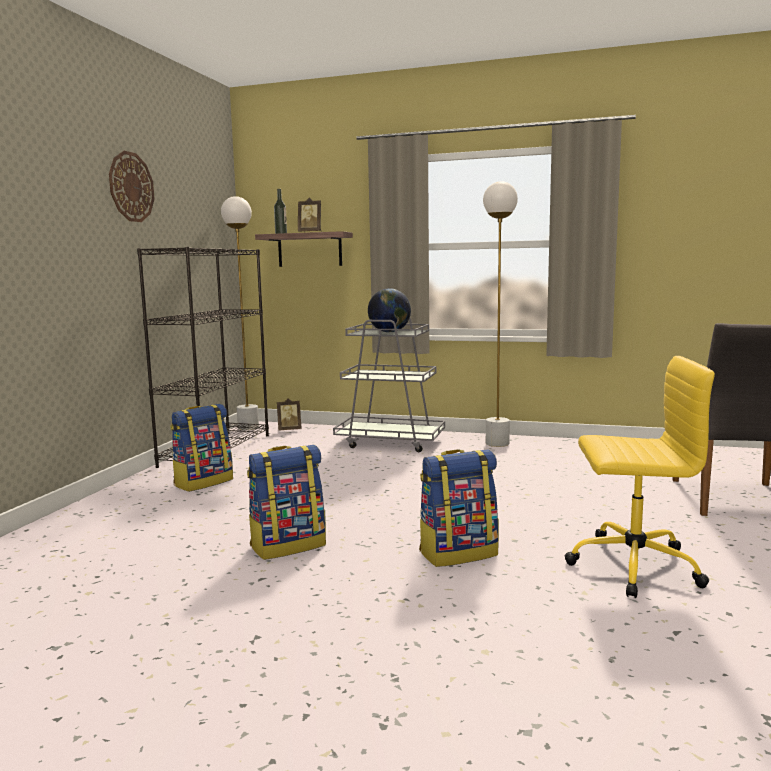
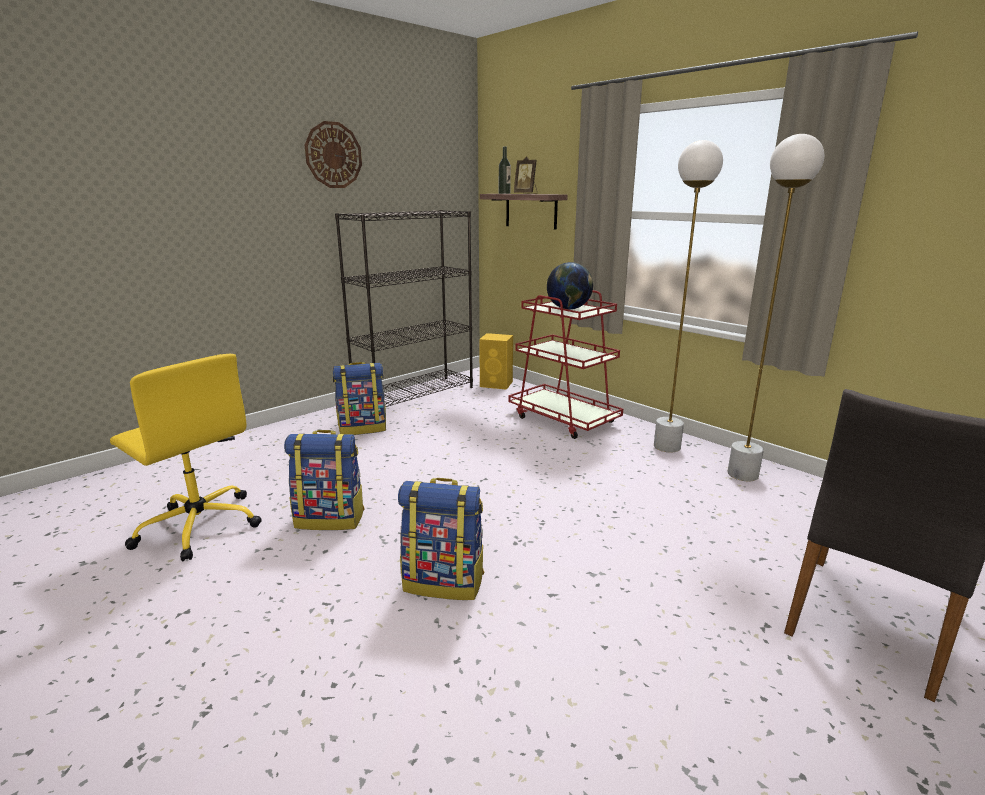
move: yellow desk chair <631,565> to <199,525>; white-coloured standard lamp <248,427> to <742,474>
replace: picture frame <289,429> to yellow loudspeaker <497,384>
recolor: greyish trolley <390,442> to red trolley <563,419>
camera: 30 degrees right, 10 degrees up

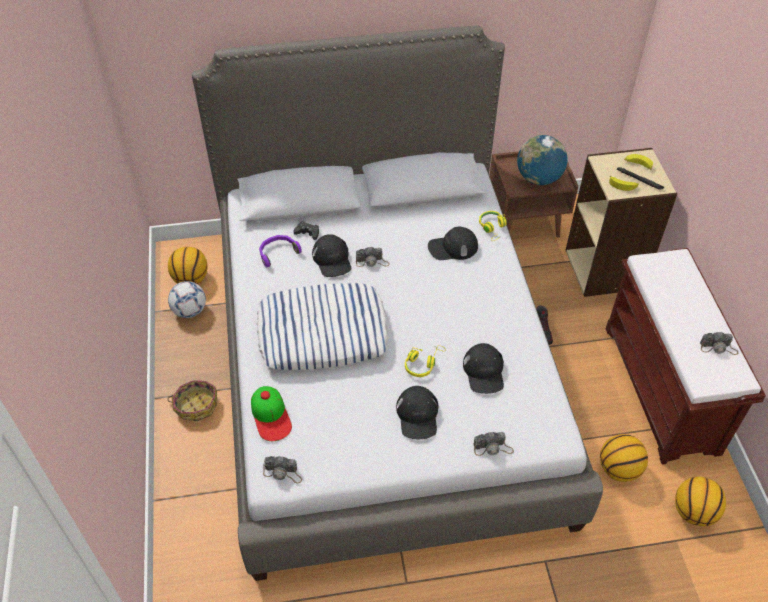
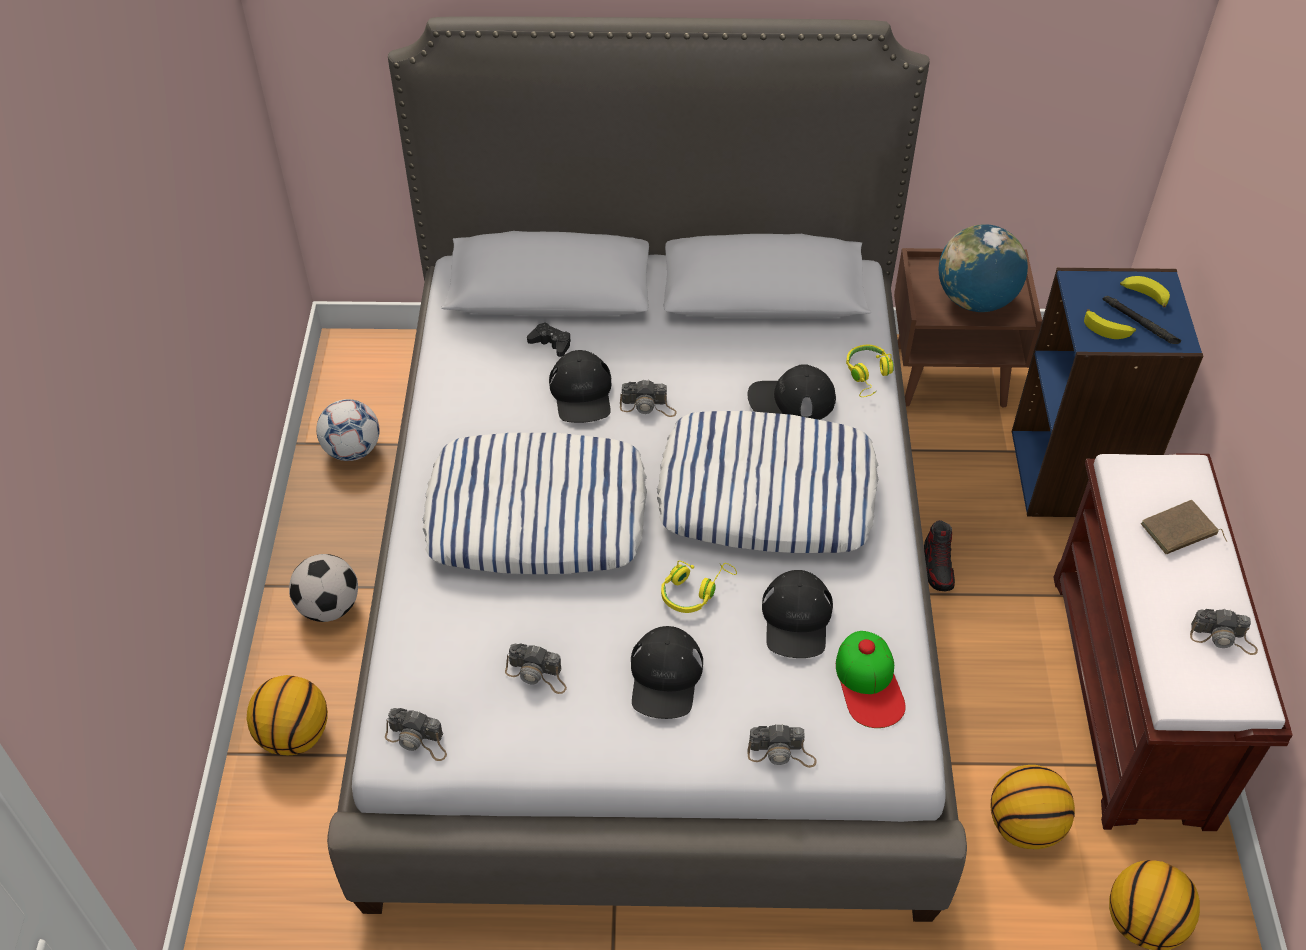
delete: purple headset <278,253>
insert: still camera <537,674>; cushion <767,493>; brown book <1179,532>
move: basketball ball <191,279> to <295,735>; peaked cap <271,416> to <869,683>
replace: household basket <196,405> to football <329,607>
recolor: beige-coloured shelving unit <605,269> to bluish shelving unit <1075,473>
camera: 10 degrees right, 0 degrees up

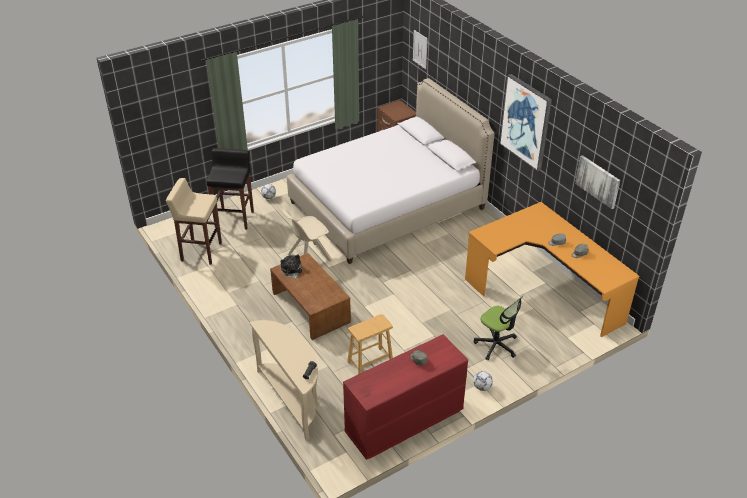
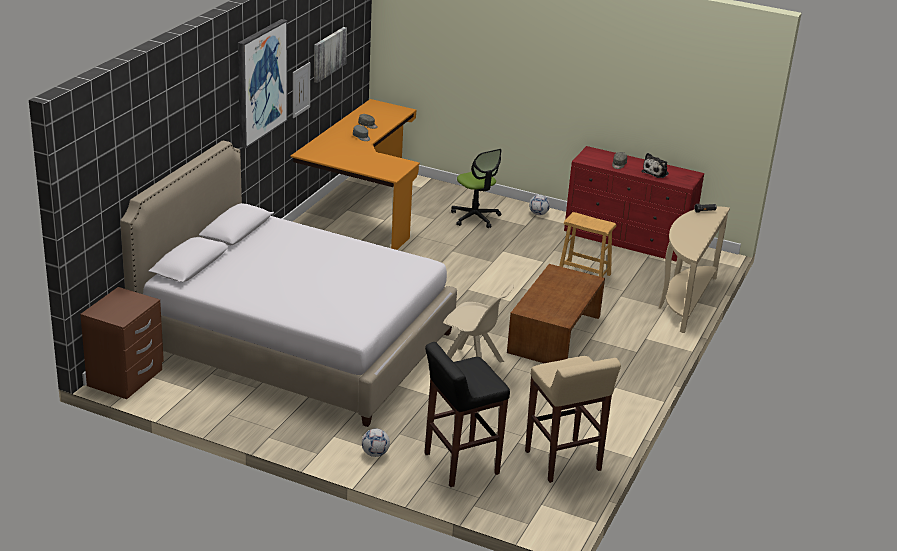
move: picture <420,49> to <301,90>; plush toy <291,270> to <656,172>
rotate: desk chair <496,345> = <475,217> 135 degrees clockwise
camera: 125 degrees left, 10 degrees down

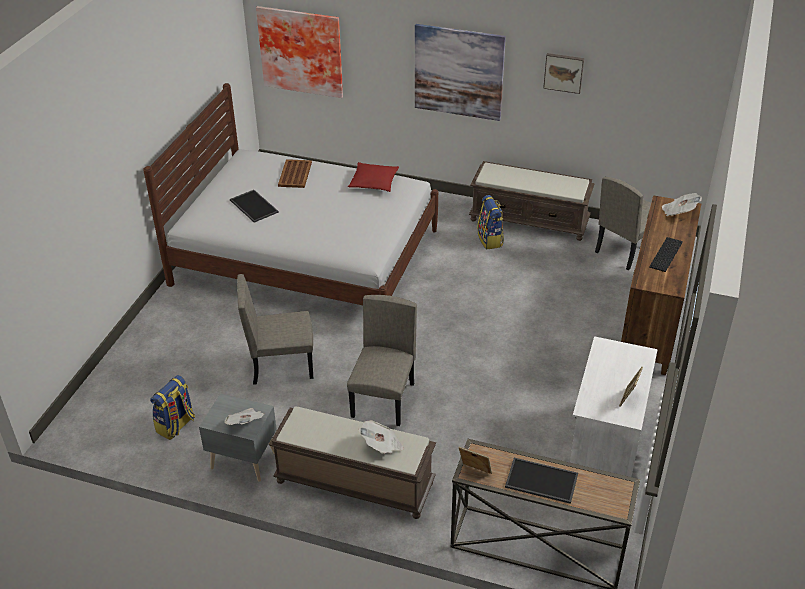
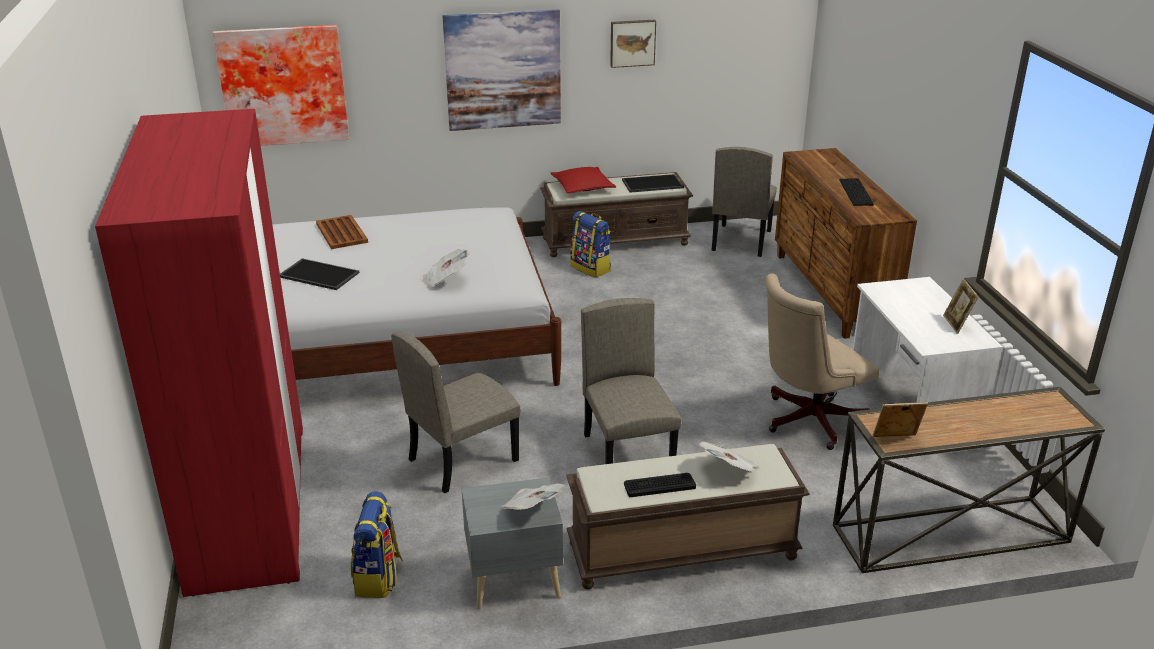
insert: red wardrobe <249,504>; computer keyboard <659,485>; beige-coloured desk chair <807,421>
move: printed paper <679,212> to <444,279>; red cushion <374,182> to <582,187>; tray <540,481> to <652,184>
camera: 30 degrees left, 10 degrees down

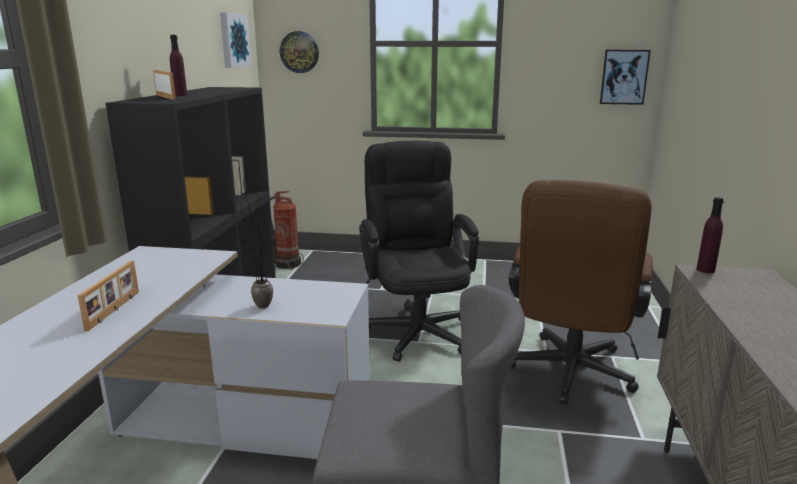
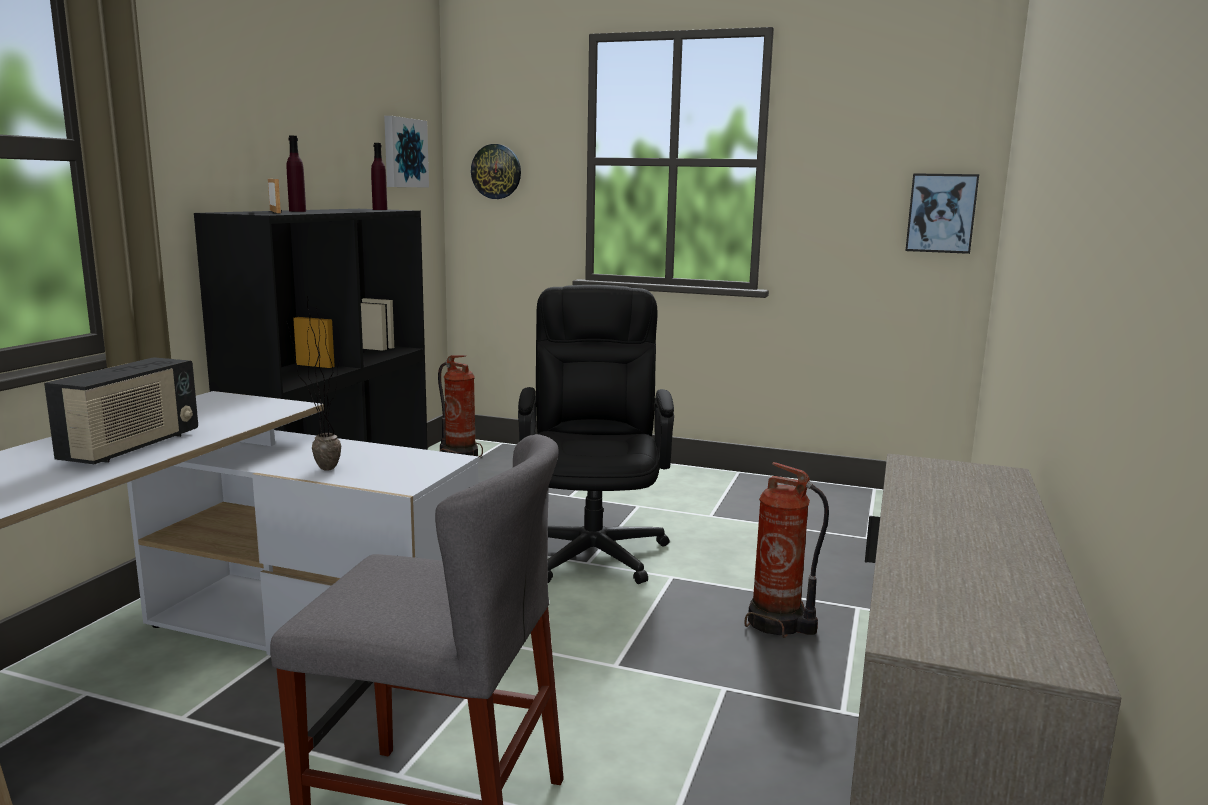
move: purple beverage bottle <705,270> to <380,209>
replace: picture frame <115,310> to radio <132,447>; brown desk chair <569,376> to fire extinguisher <778,624>
camera: 10 degrees right, 5 degrees down

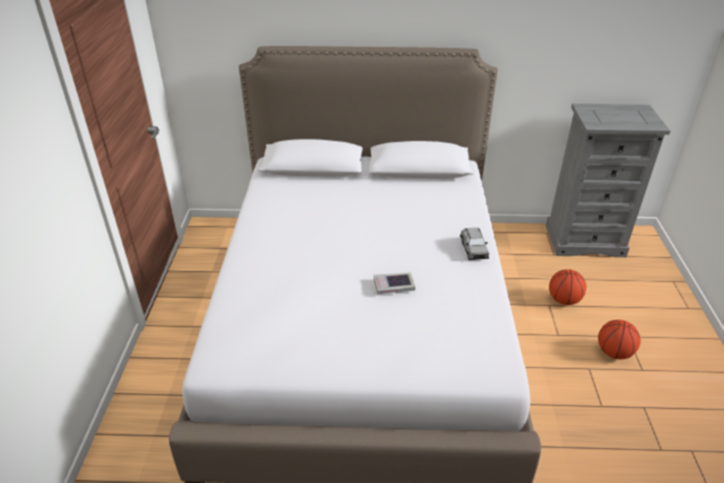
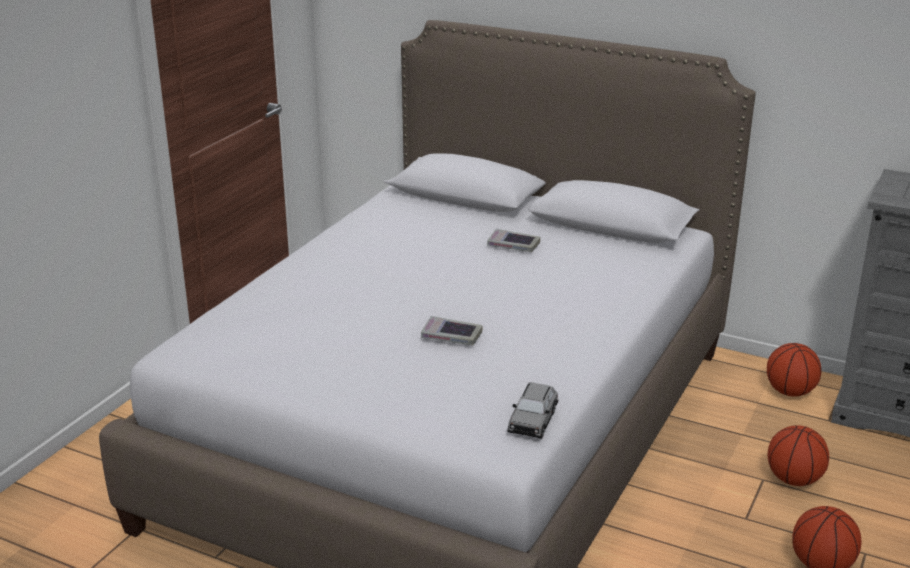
insert: book <513,245>; basketball ball <789,392>
move: greyish miniature car <473,249> to <533,421>
camera: 25 degrees right, 10 degrees down

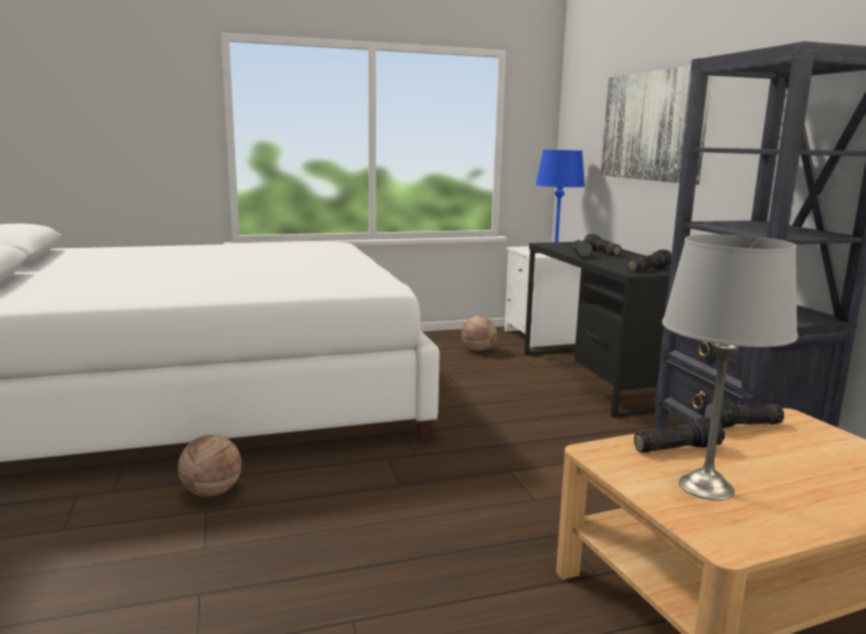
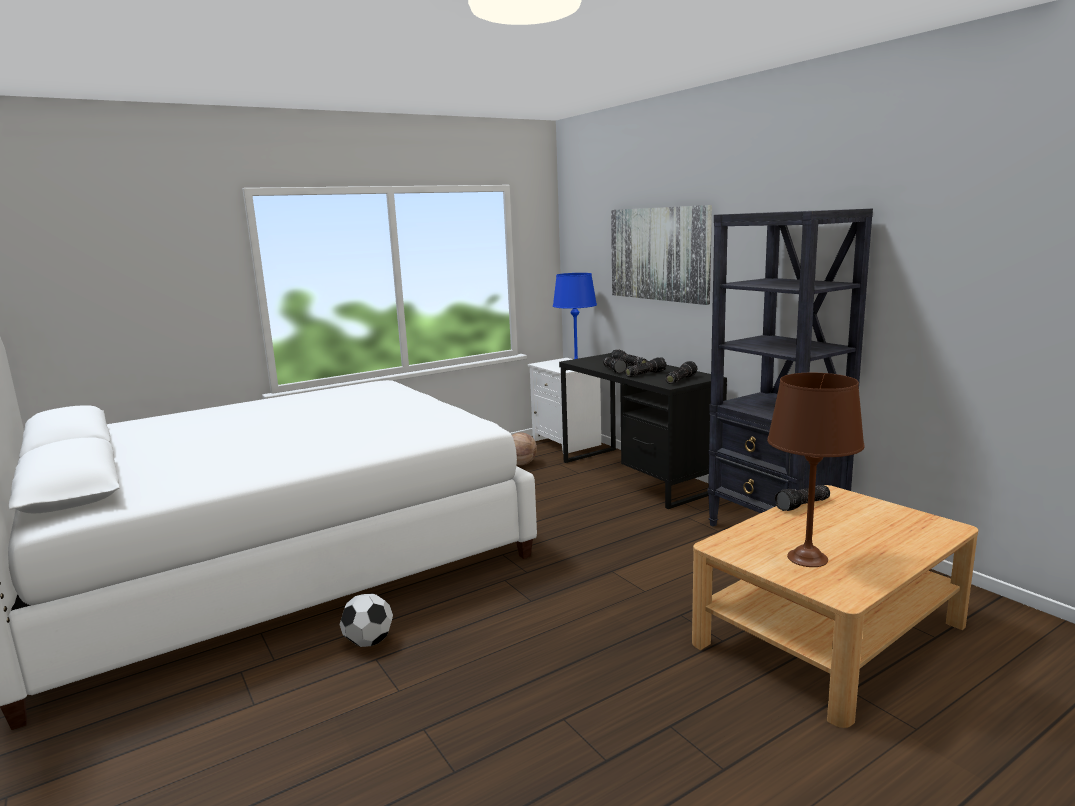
move: torch <676,448> to <645,374>
replace: basketball ball <211,492> to football <369,642>
recolor: greyish table lamp <705,486> to brown table lamp <806,558>
camera: 15 degrees left, 0 degrees up

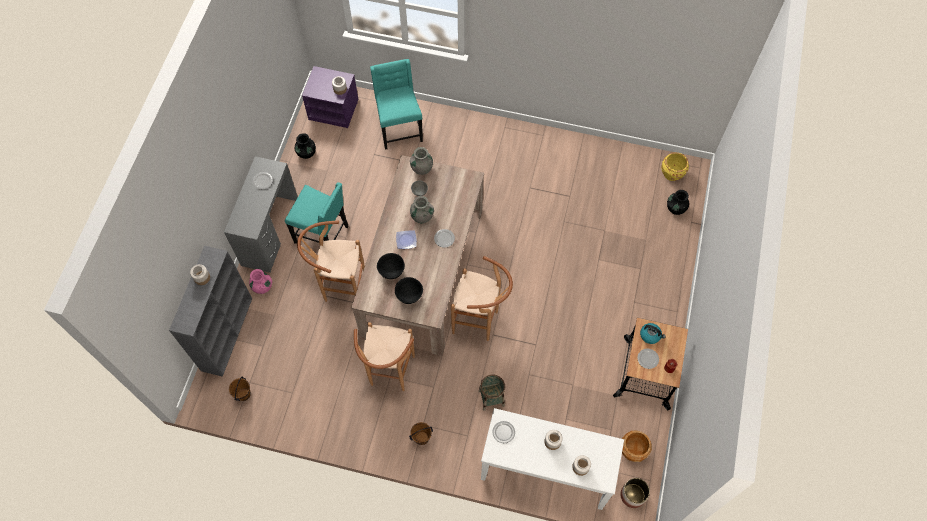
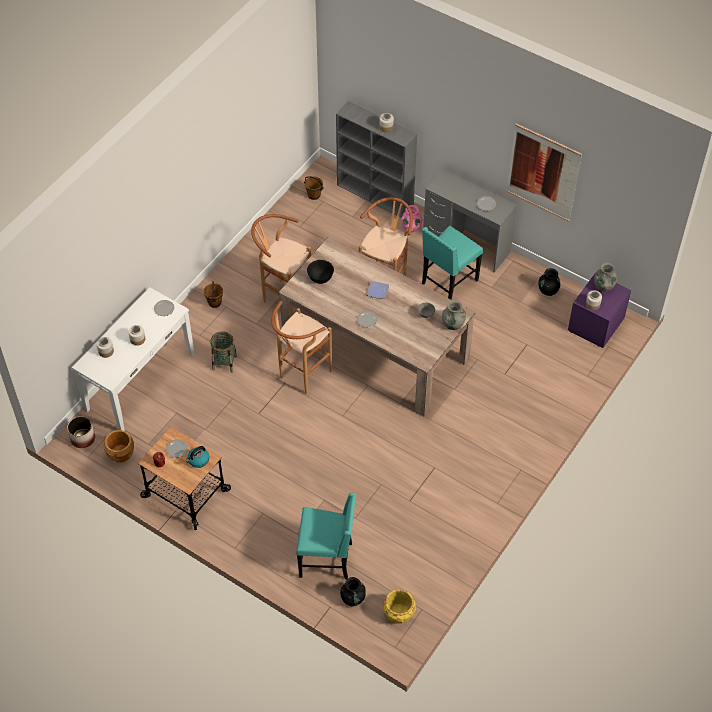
delete: black-coloured deep dish <392,271>
insert: picture <543,172>
move: turquoise-coloured chair <399,128> to <327,559>; greyish decorative vase <422,216> to <603,286>
camera: 110 degrees right, 10 degrees down

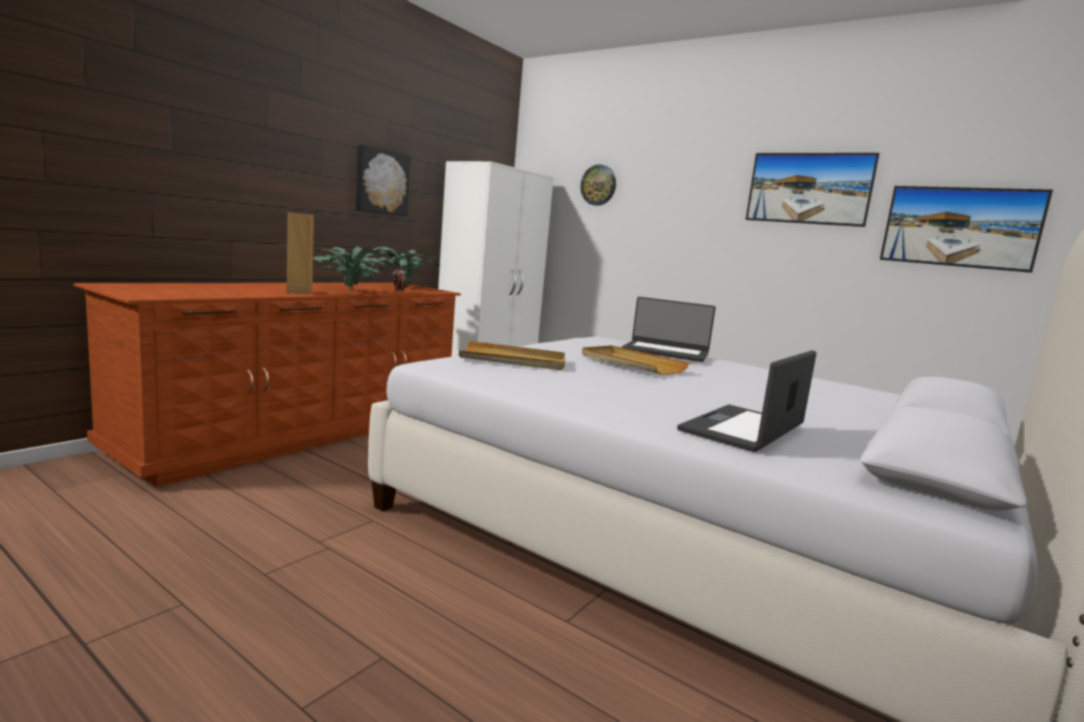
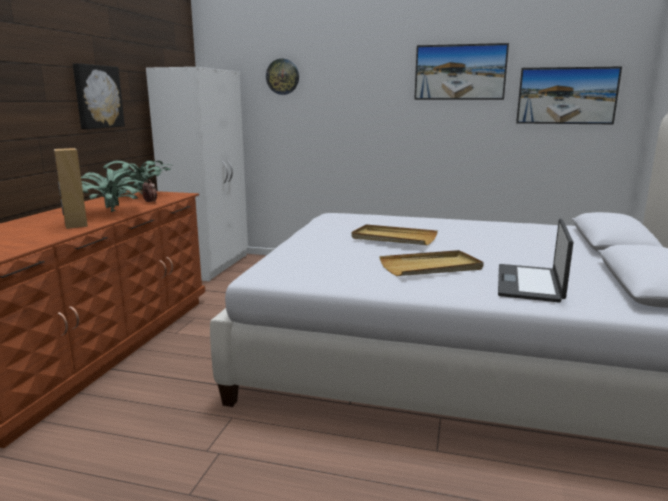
delete: laptop <665,352>
move: beige-coloured tray <513,360> to <431,267>
camera: 20 degrees left, 5 degrees up

